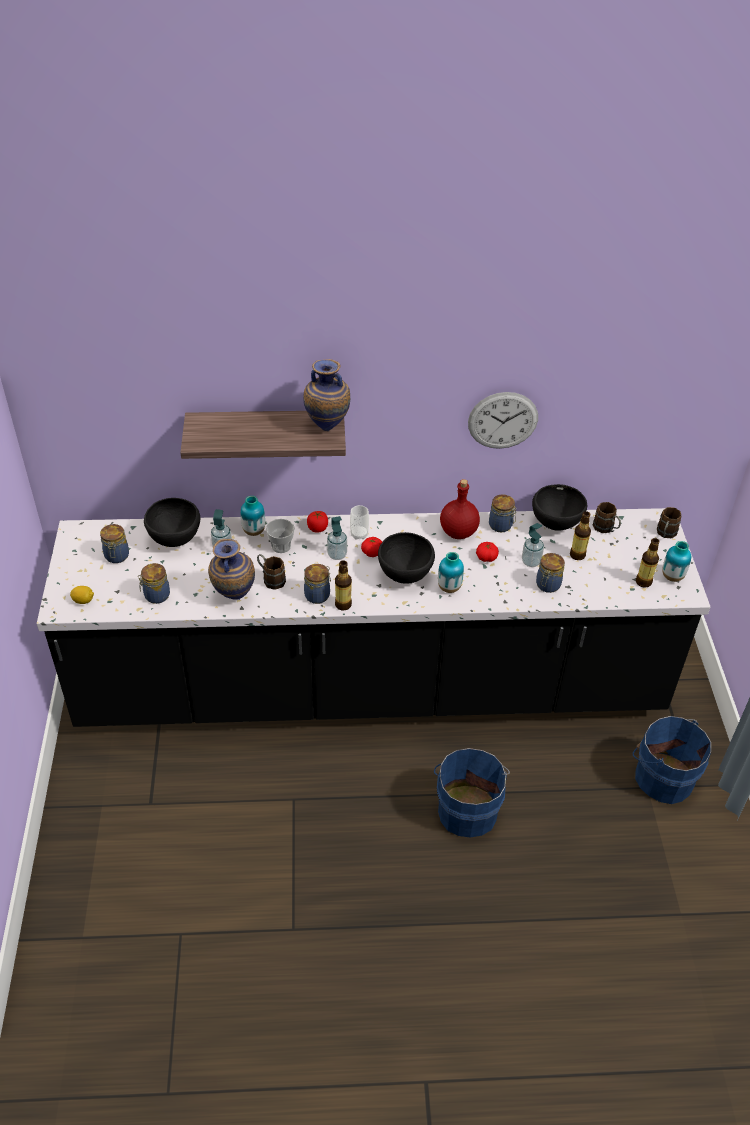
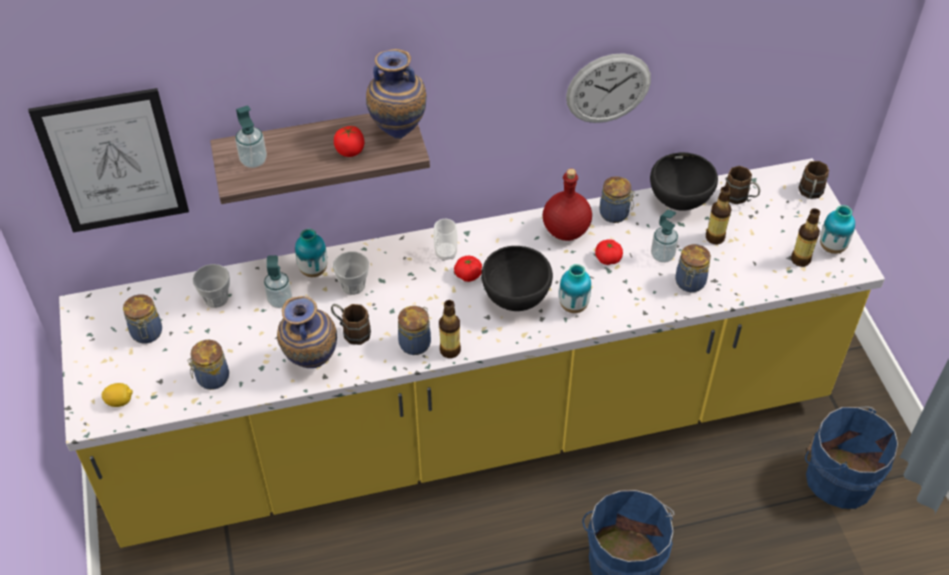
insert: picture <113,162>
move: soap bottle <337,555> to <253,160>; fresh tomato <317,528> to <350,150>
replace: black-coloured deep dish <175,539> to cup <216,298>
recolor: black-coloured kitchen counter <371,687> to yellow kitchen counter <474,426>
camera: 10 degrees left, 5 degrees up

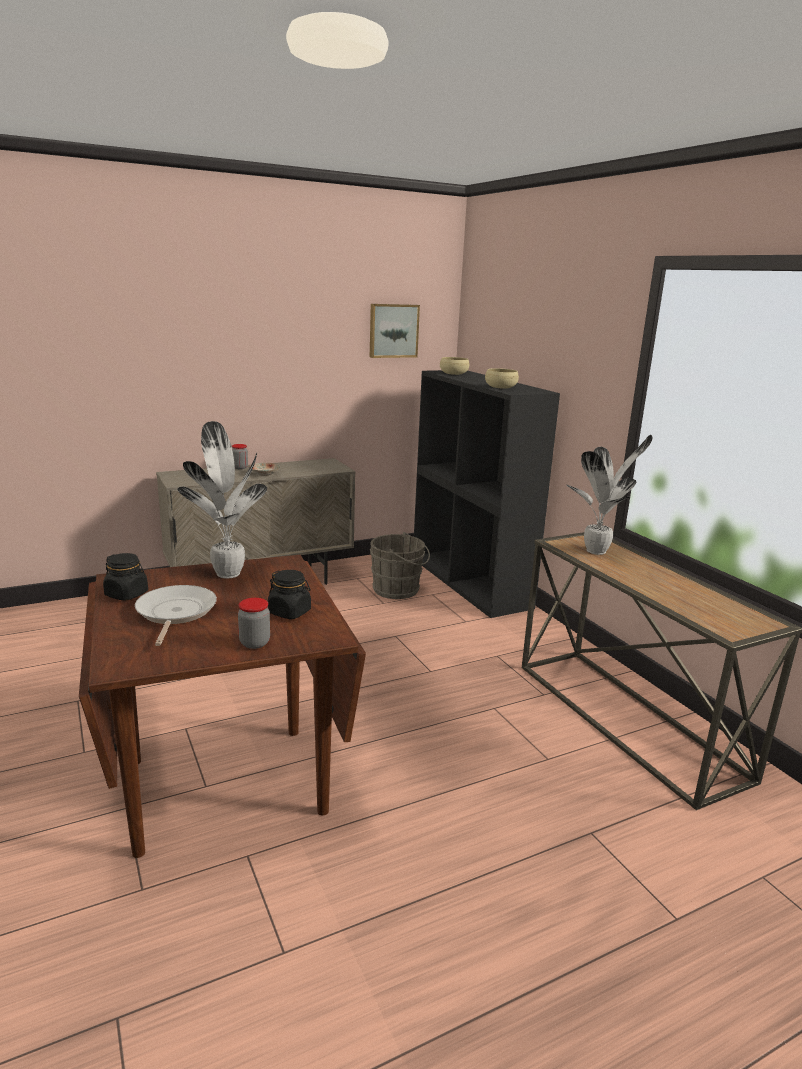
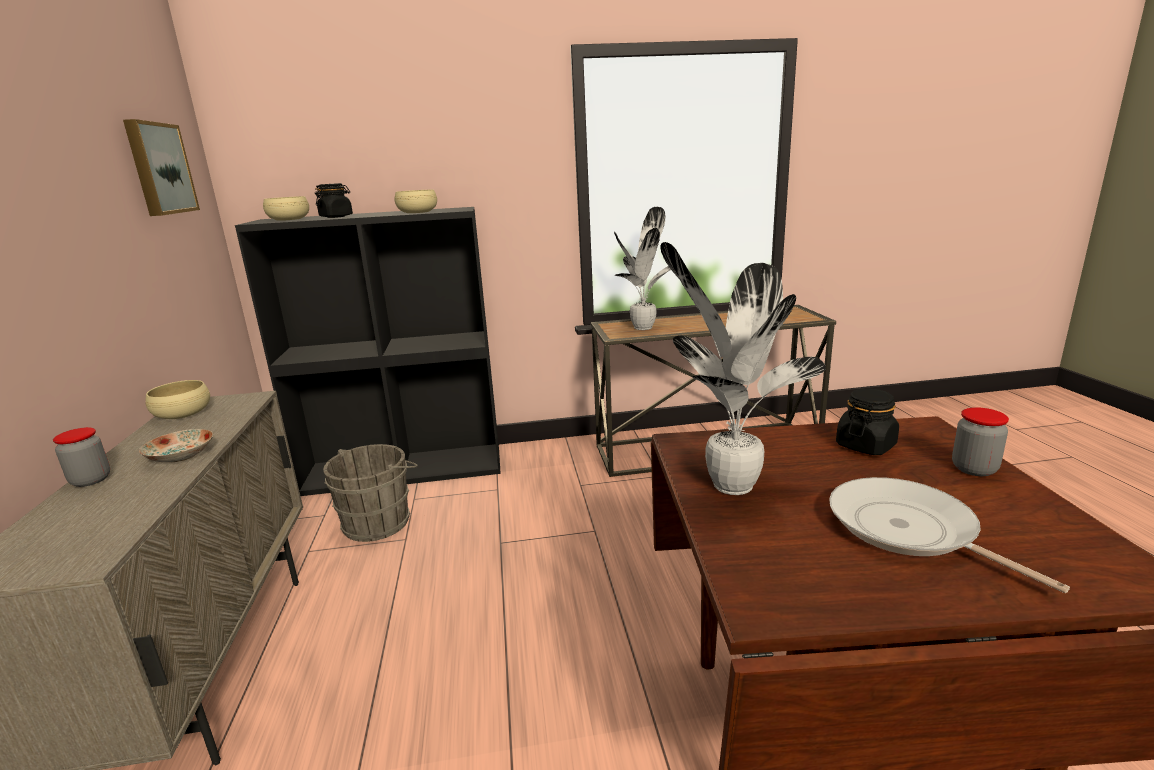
insert: beige-coloured deep dish <182,413>
move: black-coloured jar <127,594> to <336,217>
rotate: skillet <175,613> = <908,530> 45 degrees clockwise
camera: 70 degrees left, 0 degrees up

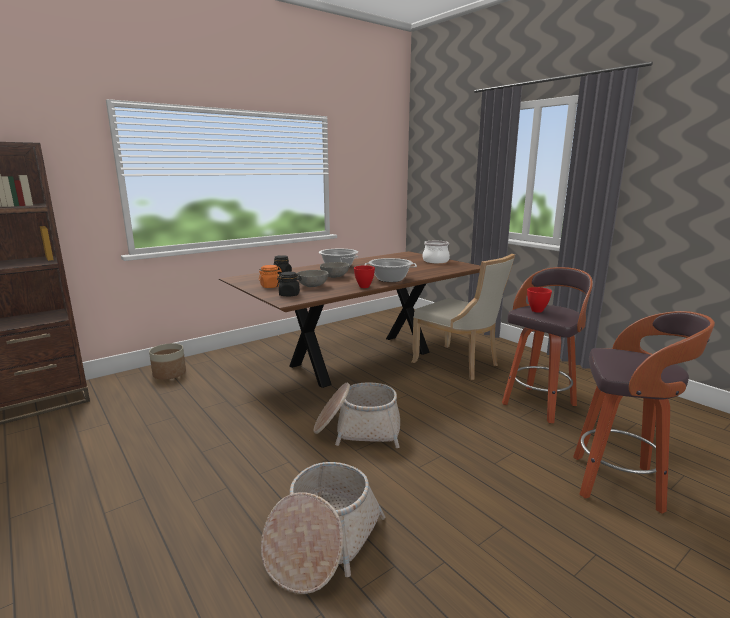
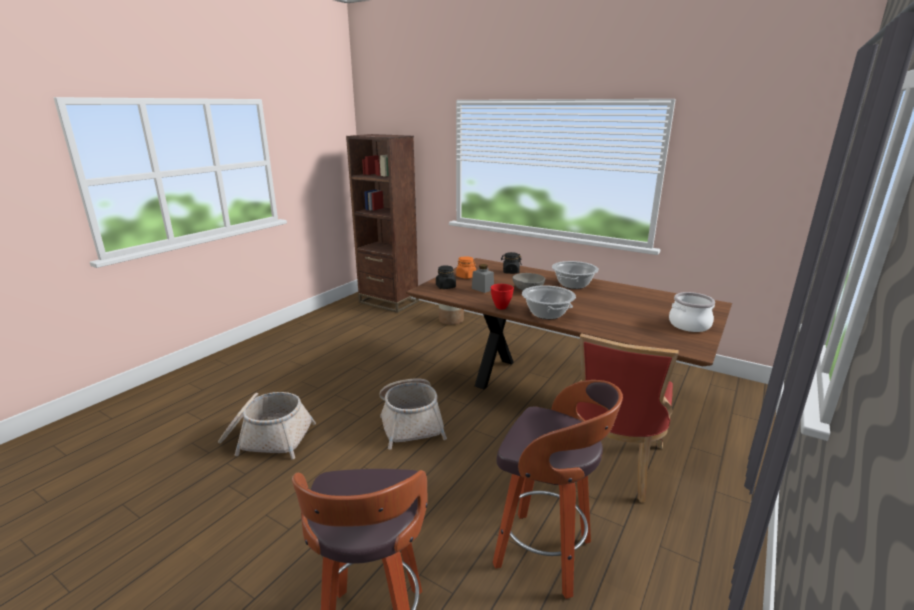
delete: red deep dish <537,311>
replace: greyish deep dish <313,286> to greyish jar <482,289>
recolor: beige-coloured chair <459,364> to red chair <613,465>
camera: 70 degrees right, 5 degrees up

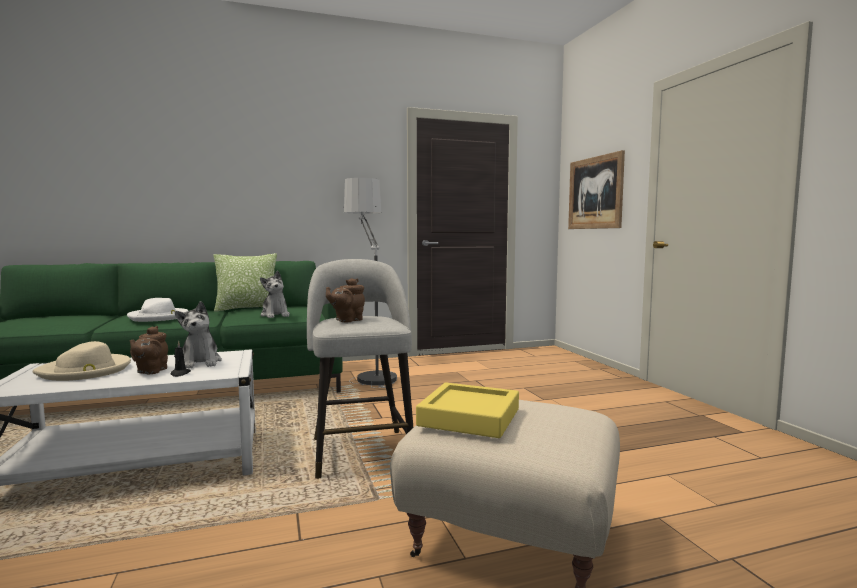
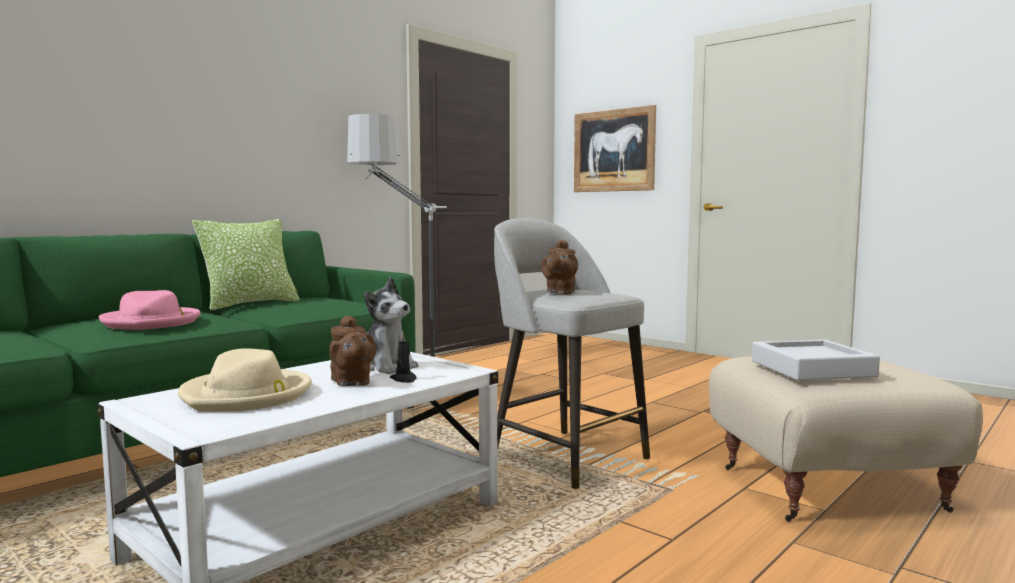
delete: plush toy <275,315>
recolor: white-coloured clothing hat <158,317> to pink-coloured clothing hat <152,322>; yellow tray <469,417> to greyish tray <812,369>
camera: 30 degrees left, 0 degrees up

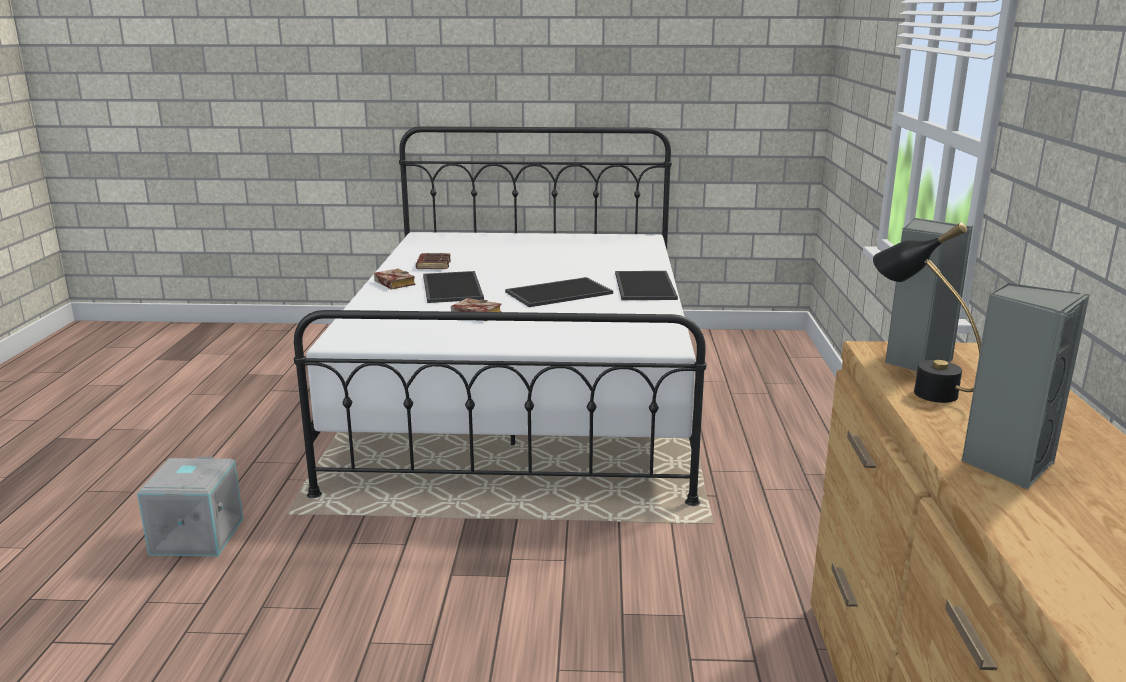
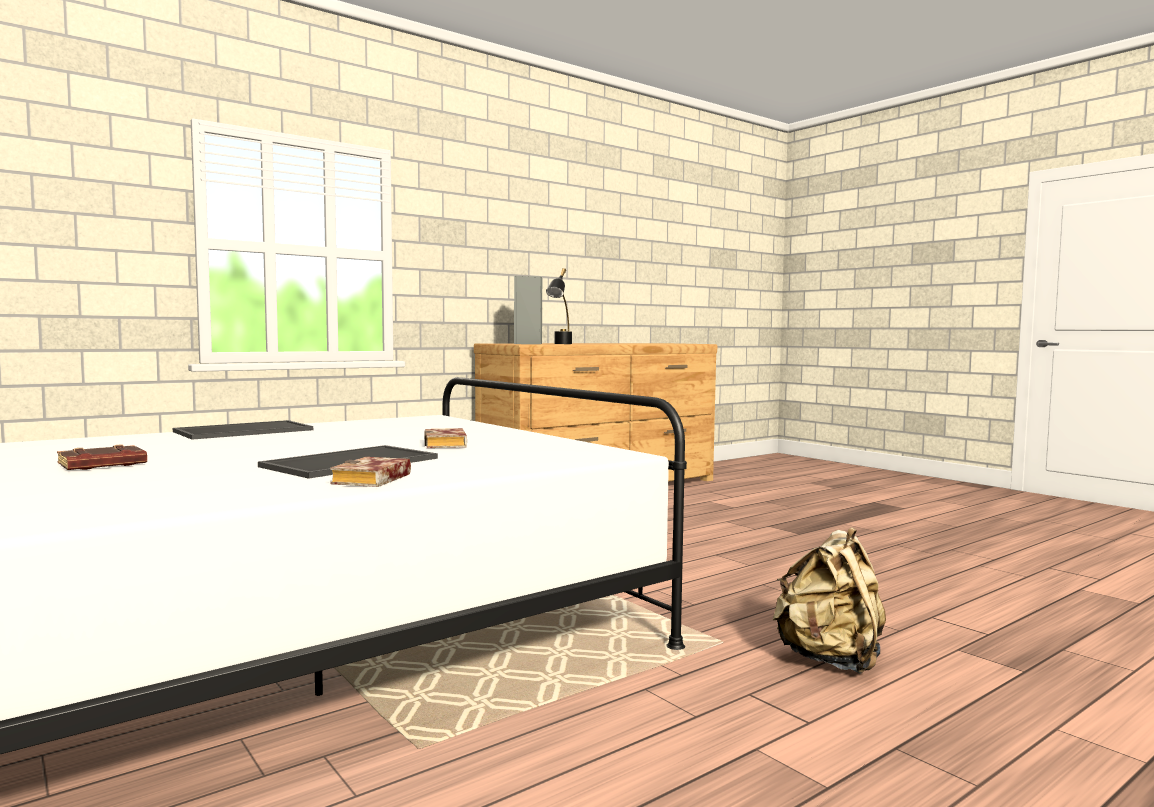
delete: tray <559,292>; greyish loudspeaker <1006,464>
move: brown book <433,265> to <102,465>
replace: greyish storage bin <196,536> to beige-coloured backpack <830,659>
camera: 130 degrees left, 15 degrees down

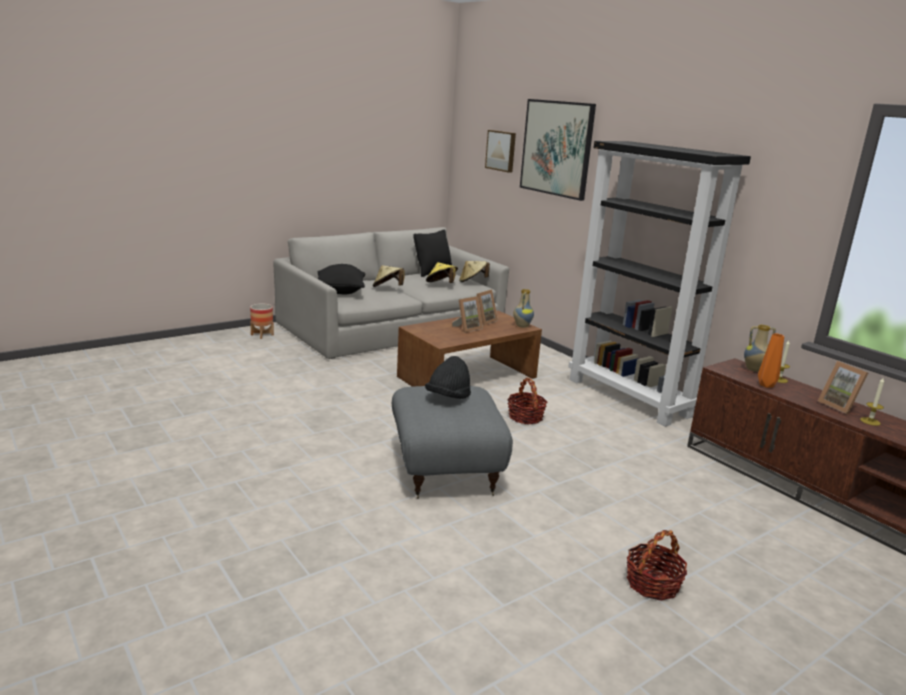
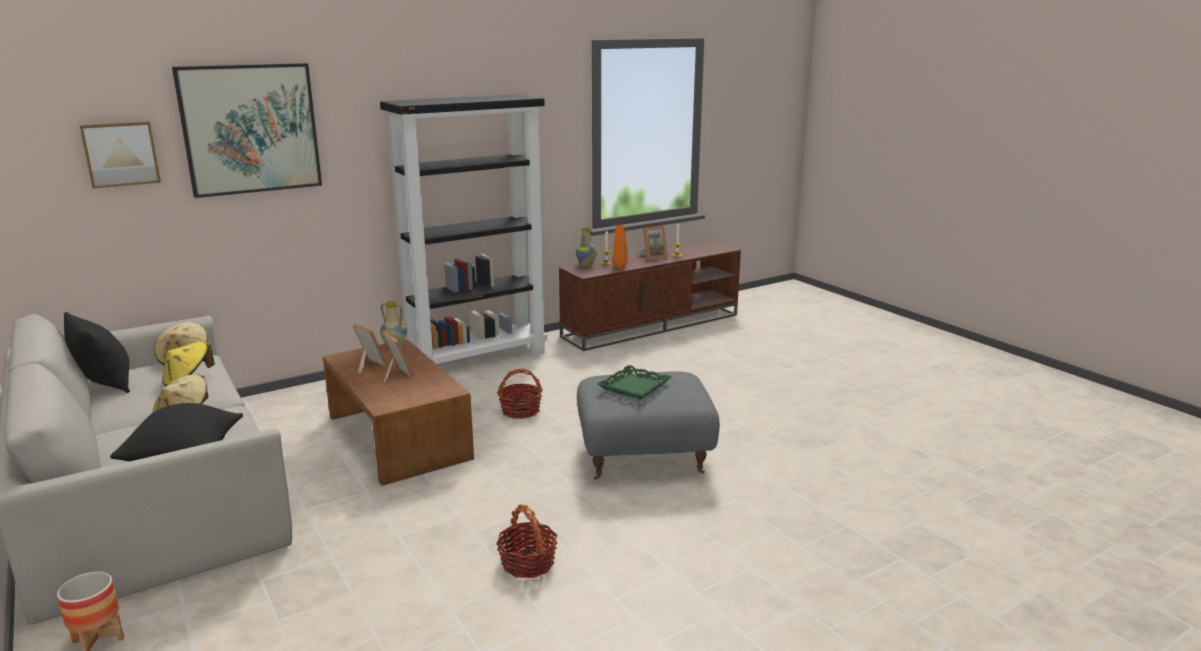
move: household basket <652,584> to <528,563>
replace: black-coloured clothing hat <448,397> to greenish tray <634,387>
camera: 85 degrees left, 0 degrees up

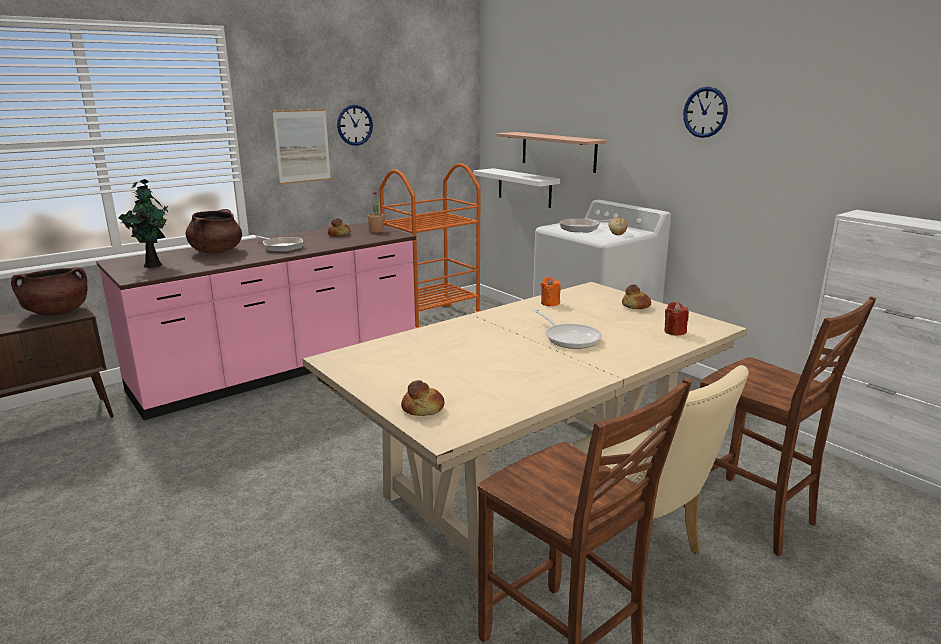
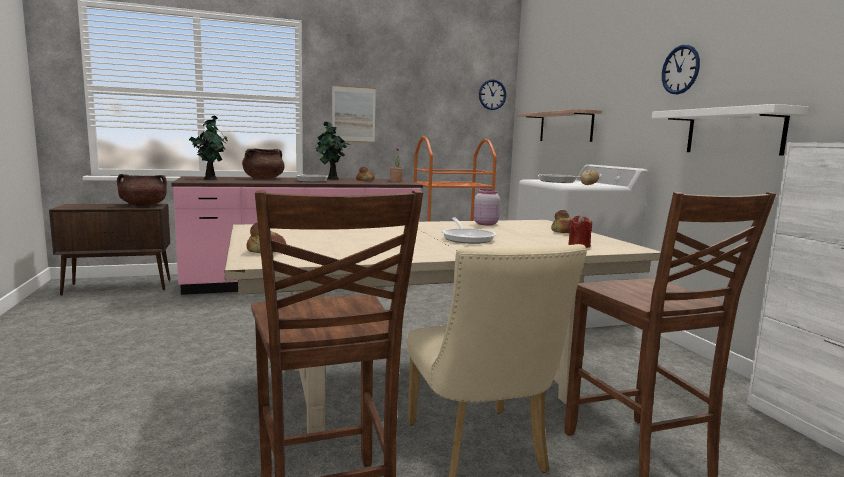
insert: potted plant <331,178>
move: wall clock <354,125> to <492,94>; white-coloured shelf <524,187> to <733,132>
replace: orangey candle <550,303> to pink-coloured jar <485,224>
camera: 20 degrees right, 10 degrees down

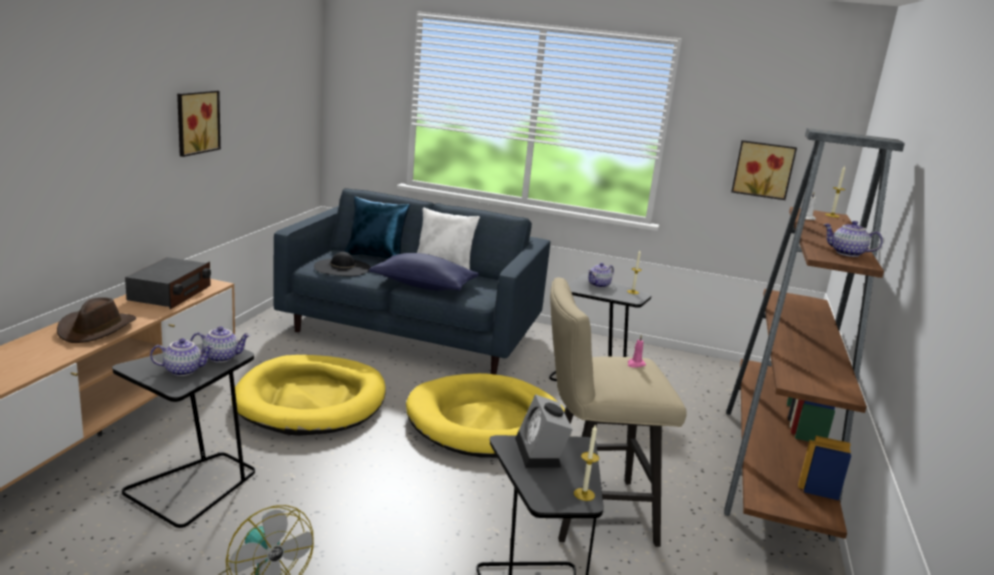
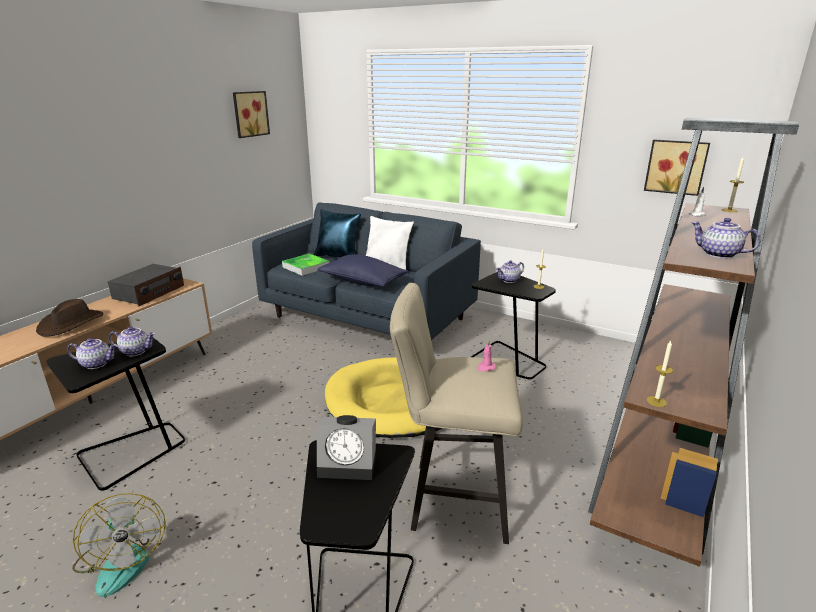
delete: yellow dog cushion <311,400>
move: picture <196,122> to <249,114>; candle <584,494> to <656,401>
replace: black-coloured clothing hat <342,267> to tray <306,267>
rotate: alarm clock <541,453> = <349,464> 90 degrees counterclockwise
camera: 15 degrees right, 5 degrees up

